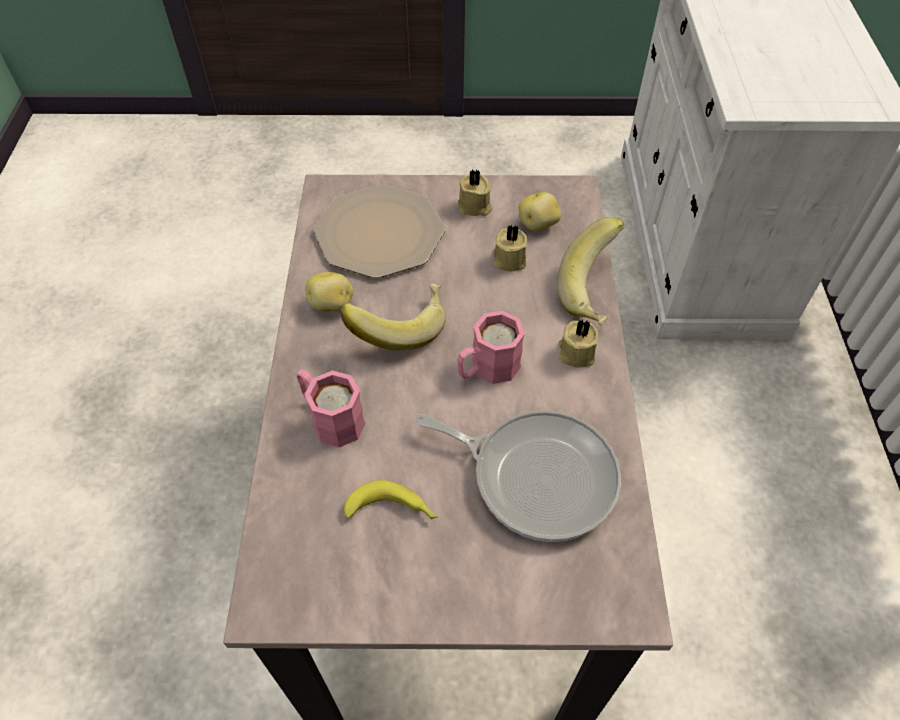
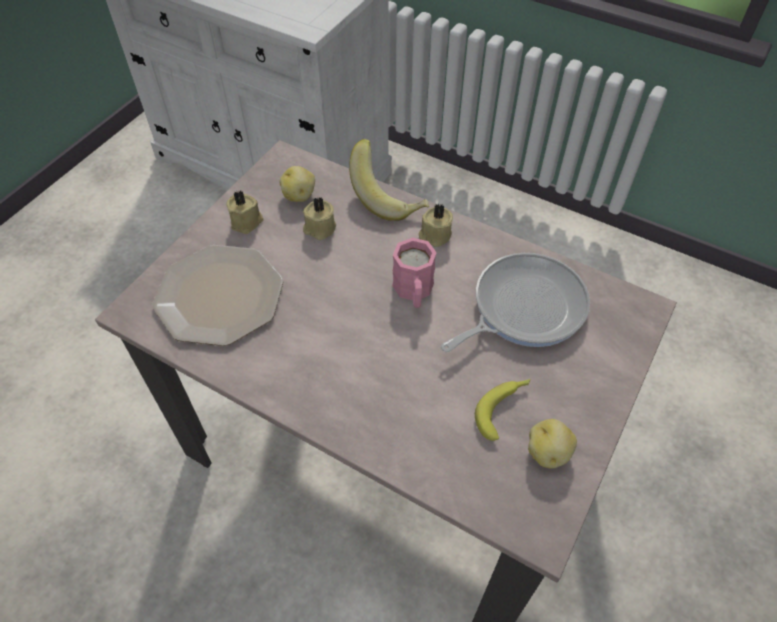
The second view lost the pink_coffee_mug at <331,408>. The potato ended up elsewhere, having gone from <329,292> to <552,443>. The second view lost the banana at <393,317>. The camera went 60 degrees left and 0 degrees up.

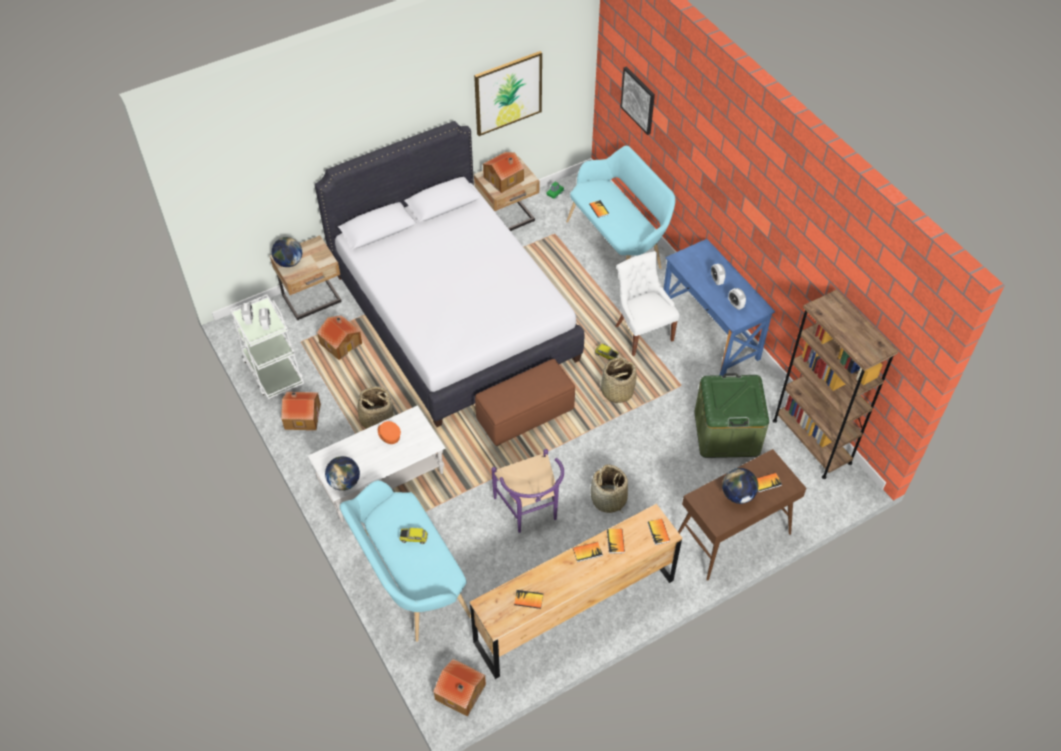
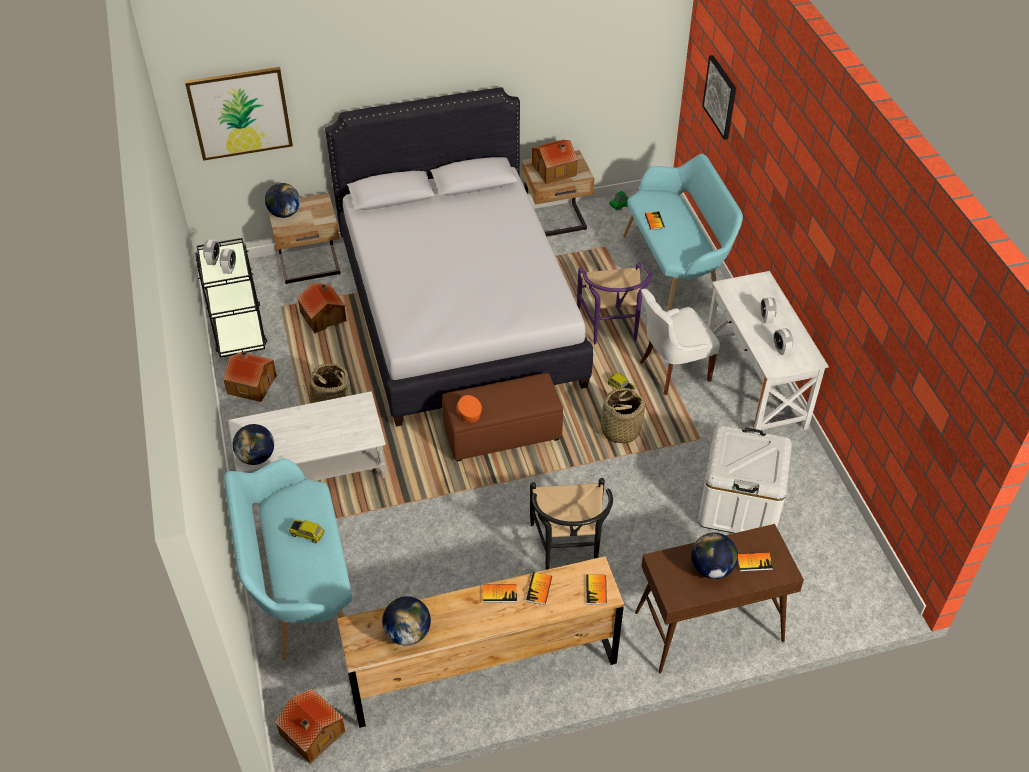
What was the whitish_wheeled_cart at <267,347> turned into the black_wheeled_cart at <231,298>. The orangey_baseball_cap ended up elsewhere, having gone from <389,432> to <469,409>. The picture ended up elsewhere, having gone from <508,93> to <239,114>. The purplish_plain_chair ended up elsewhere, having gone from <528,491> to <614,303>. Where the book stood at <528,599>, the desk_globe came to stand at <406,621>. Where the storage_basket stood at <609,488>, the black_plain_chair came to stand at <571,524>. The whitish_plain_chair at <647,303> ended up facing another way, 105 degrees counterclockwise from before. What was the bluish_desk_table at <719,307> turned into the whitish_desk_table at <768,352>. What was the green-coloured_storage_bin at <731,415> turned into the whitish_storage_bin at <745,479>. The second view lost the brown_shelving_unit at <835,384>. The camera went 15 degrees right and 5 degrees down.

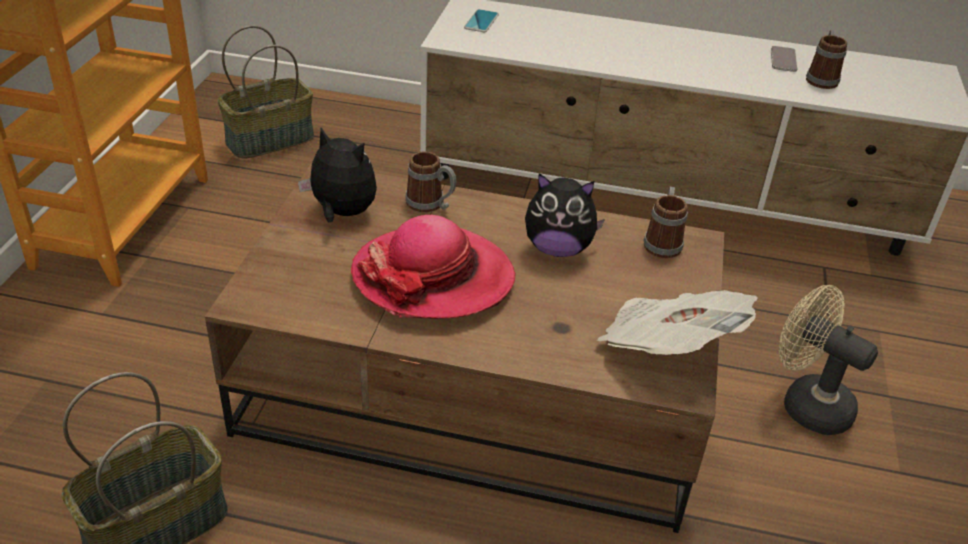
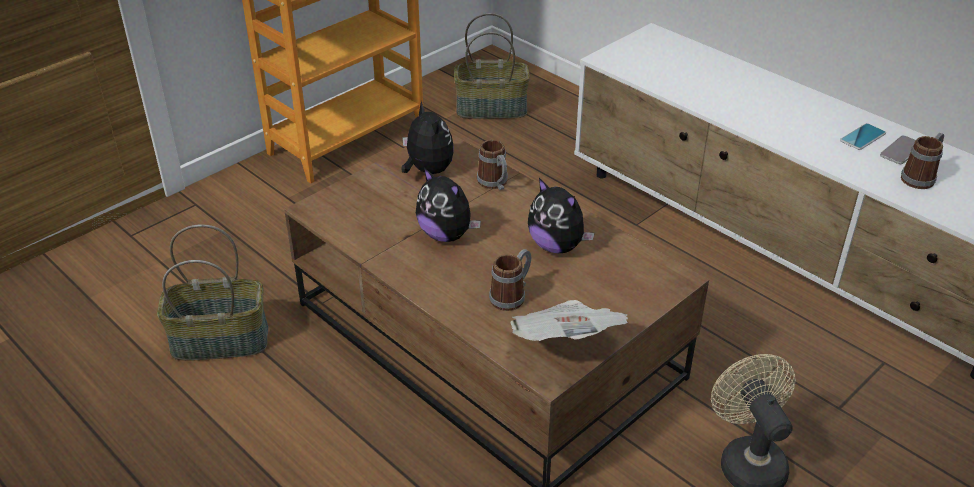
Where the wearable_hat stood at <433,267>, the soft_toy came to stand at <448,205>. The telephone ended up elsewhere, having gone from <481,20> to <863,136>. The coffee_mug ended up elsewhere, having gone from <665,222> to <510,280>. The camera went 35 degrees right and 0 degrees up.

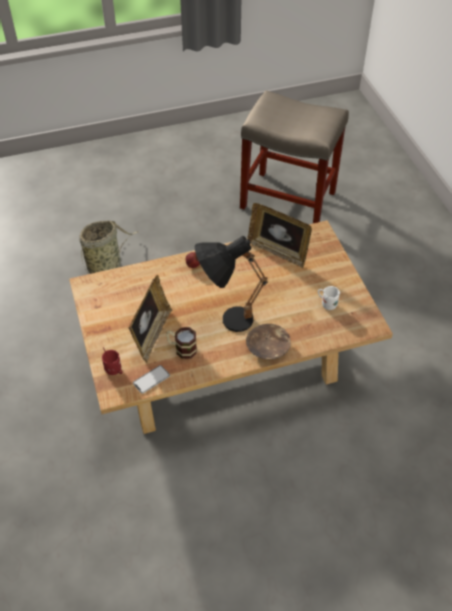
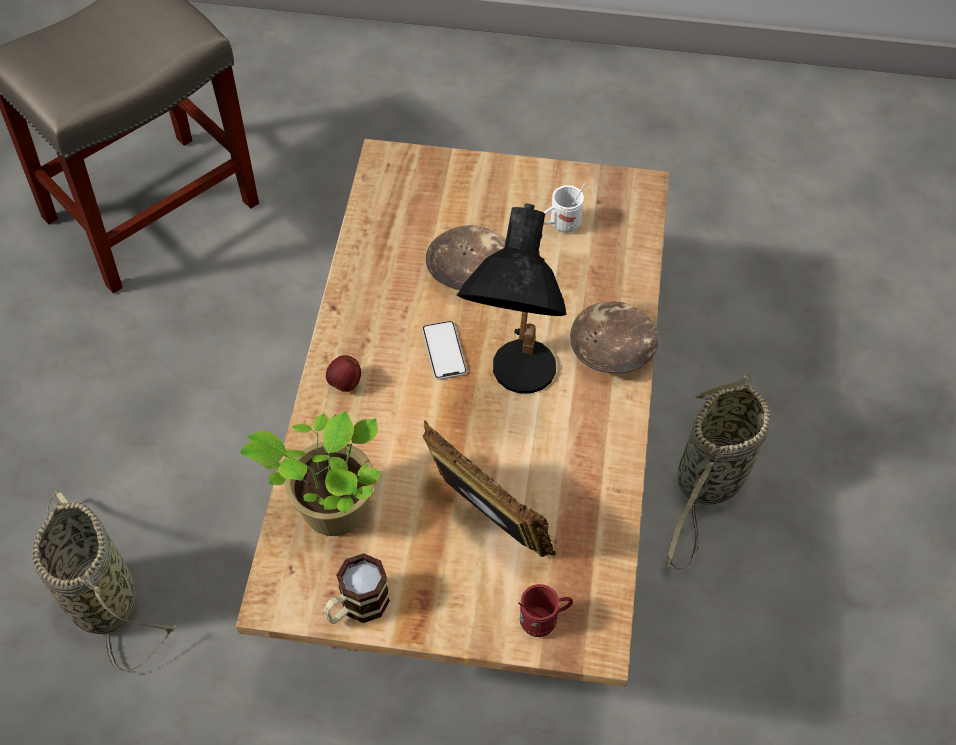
The telephone ended up elsewhere, having gone from <151,379> to <444,350>. The coffee_mug ended up elsewhere, having gone from <181,343> to <357,588>. The second view lost the standing_frame at <279,235>. The second view gained the houseplant at <310,473>. The second view gained the brown_serving_bowl at <465,257>. The second view gained the storage_basket at <718,471>. The camera went 65 degrees left and 5 degrees up.

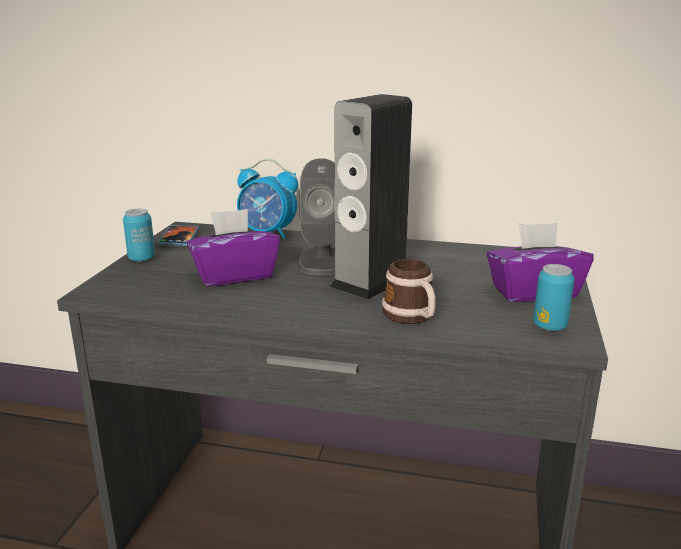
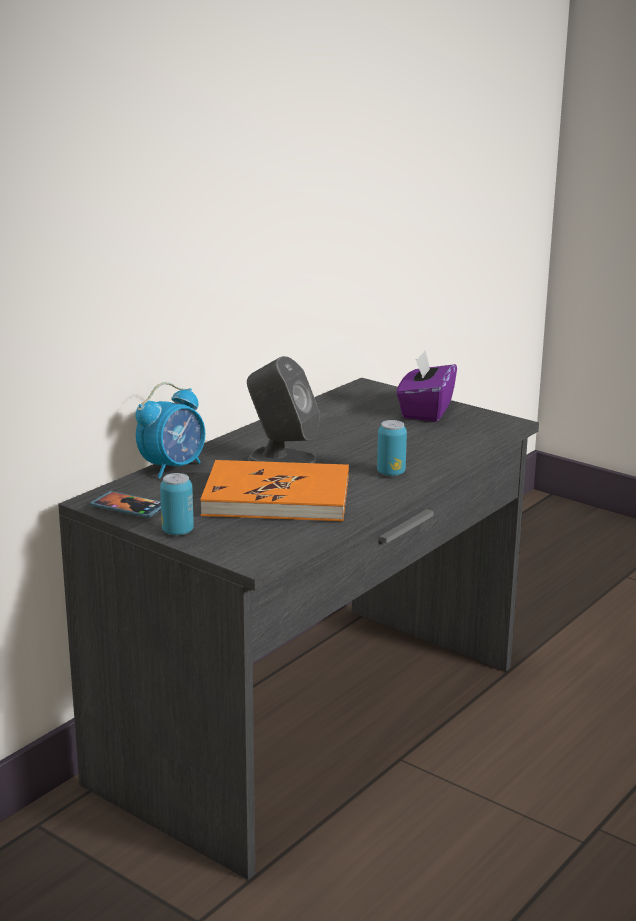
Where the purplish_box_of_tissues stood at <233,247>, the orangey_book came to stand at <274,491>. The second view lost the audio_speaker at <371,197>. The second view lost the coffee_mug at <409,291>. The sealed_can ended up elsewhere, having gone from <553,297> to <392,448>. The camera went 65 degrees left and 0 degrees up.

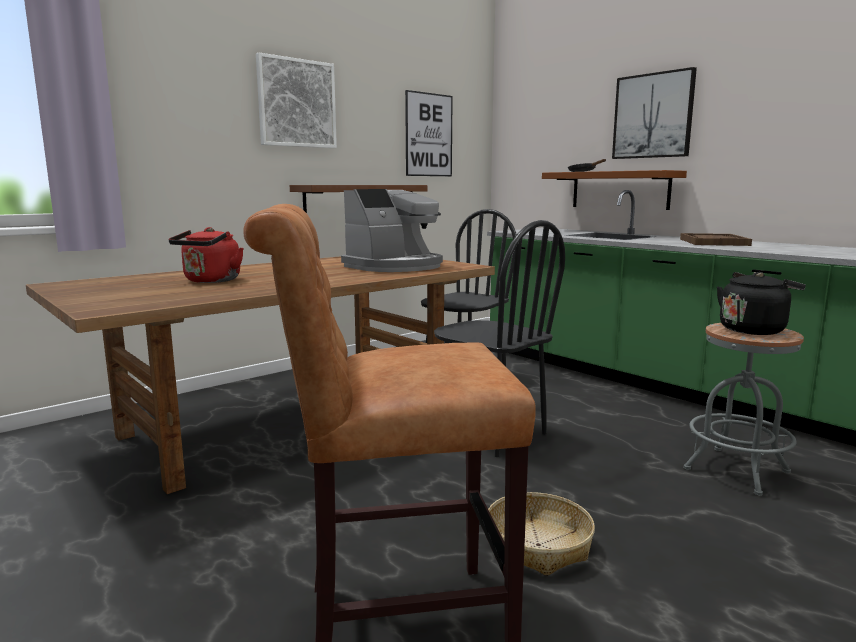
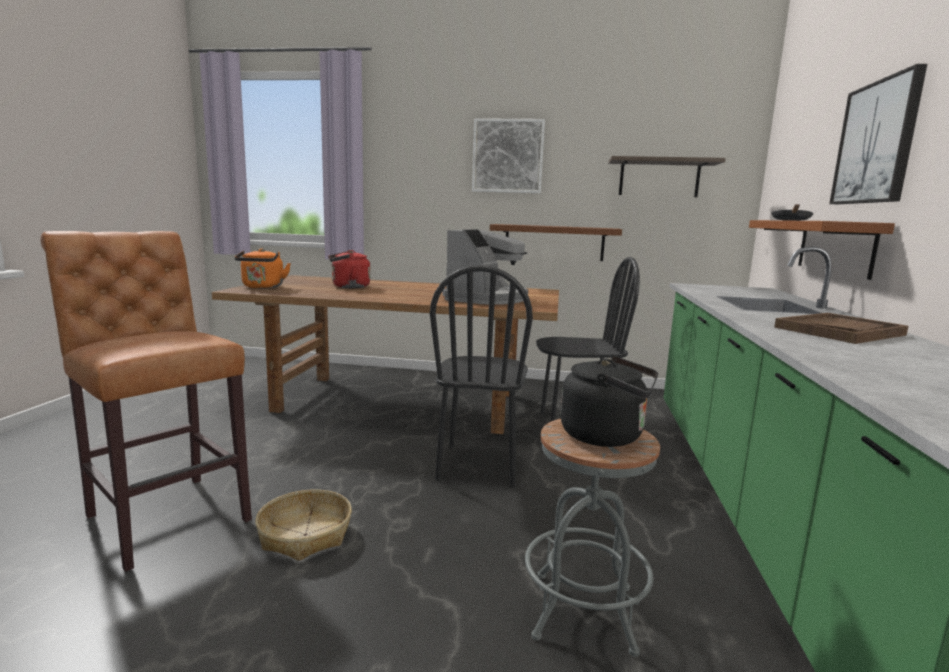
The coffee_machine at <392,230> ended up facing another way, 75 degrees counterclockwise from before. Where the picture hung at <429,133>, the shelf came to hang at <667,176>. The second view gained the orangey_water_kettle at <263,268>. The camera went 50 degrees right and 0 degrees up.

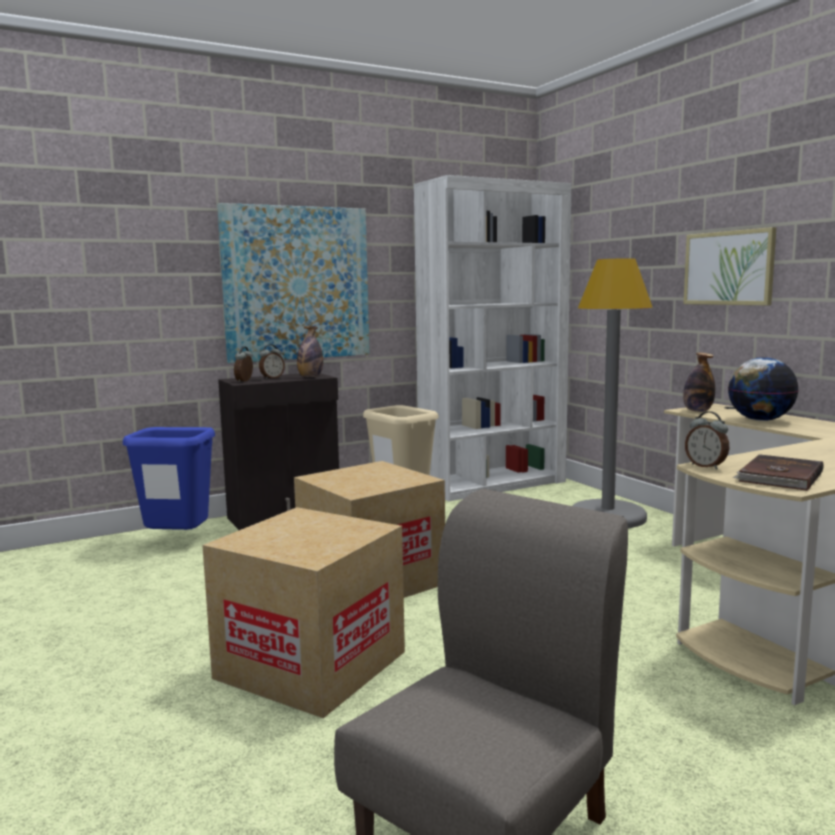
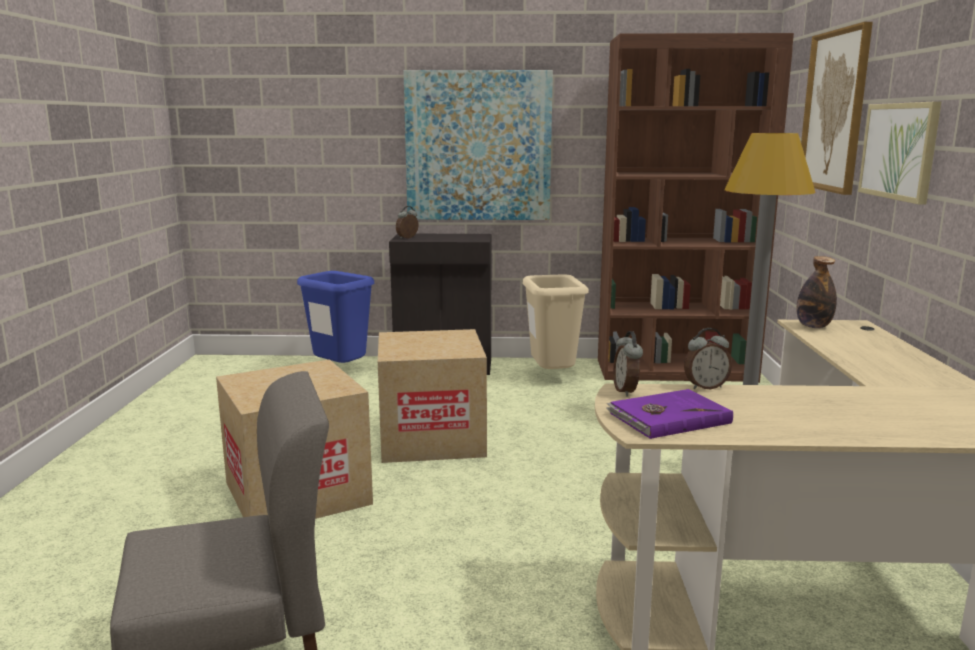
The bedside_clock ended up elsewhere, having gone from <272,361> to <708,359>. The second view lost the beverage_bottle at <310,351>. What was the whitish_shelving_unit at <492,338> turned into the brown_shelving_unit at <696,208>. The second view lost the desk_globe at <763,389>. What was the brown_book at <778,472> turned into the purplish_book at <669,414>. The second view gained the picture at <837,108>. The camera went 30 degrees right and 5 degrees up.

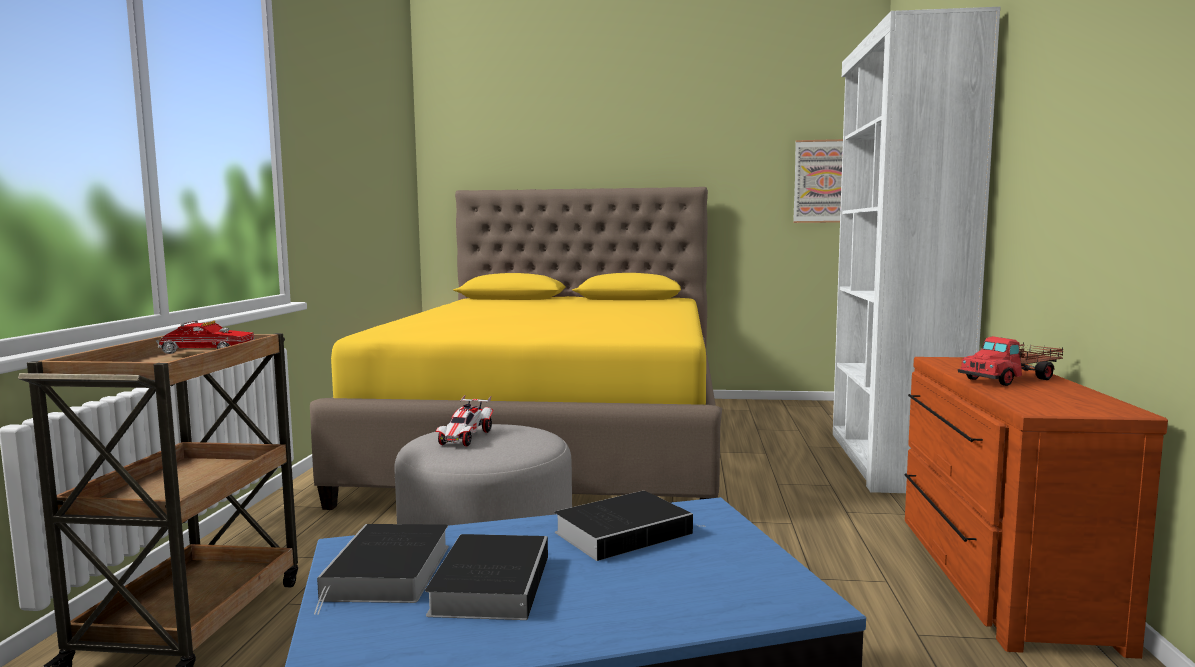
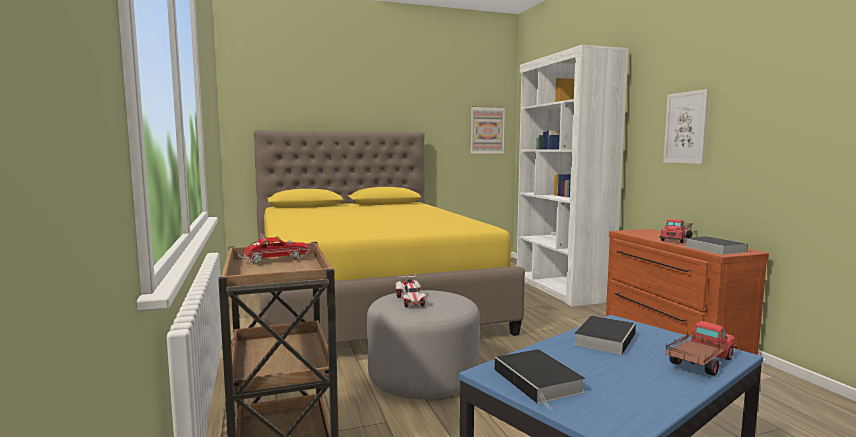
The book ended up elsewhere, having gone from <486,577> to <716,245>. The second view gained the picture at <686,126>. The second view gained the toy_truck at <701,348>. The camera went 25 degrees left and 0 degrees up.

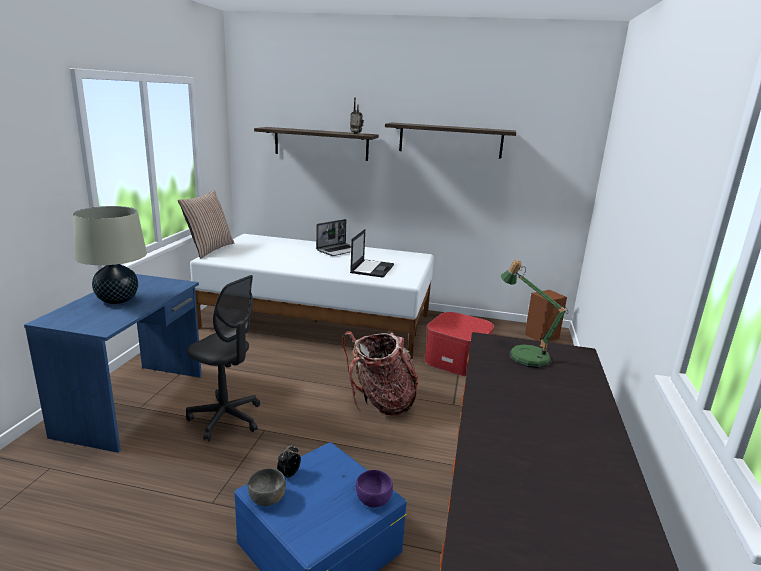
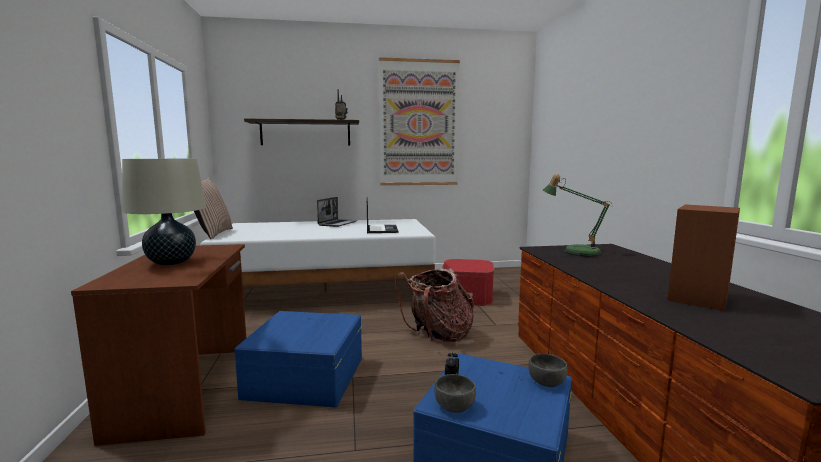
What was the bluish_desk_table at <113,363> turned into the brown_desk_table at <158,345>. Where the greyish_office_chair stood at <223,358>, the bluish_storage_bin came to stand at <298,359>. What was the purplish_serving_bowl at <374,488> turned into the greyish_serving_bowl at <548,370>. Where the shelf hung at <450,140>, the picture came to hang at <419,121>. The brown_audio_speaker ended up elsewhere, having gone from <546,316> to <703,257>. The camera went 20 degrees left and 10 degrees down.

